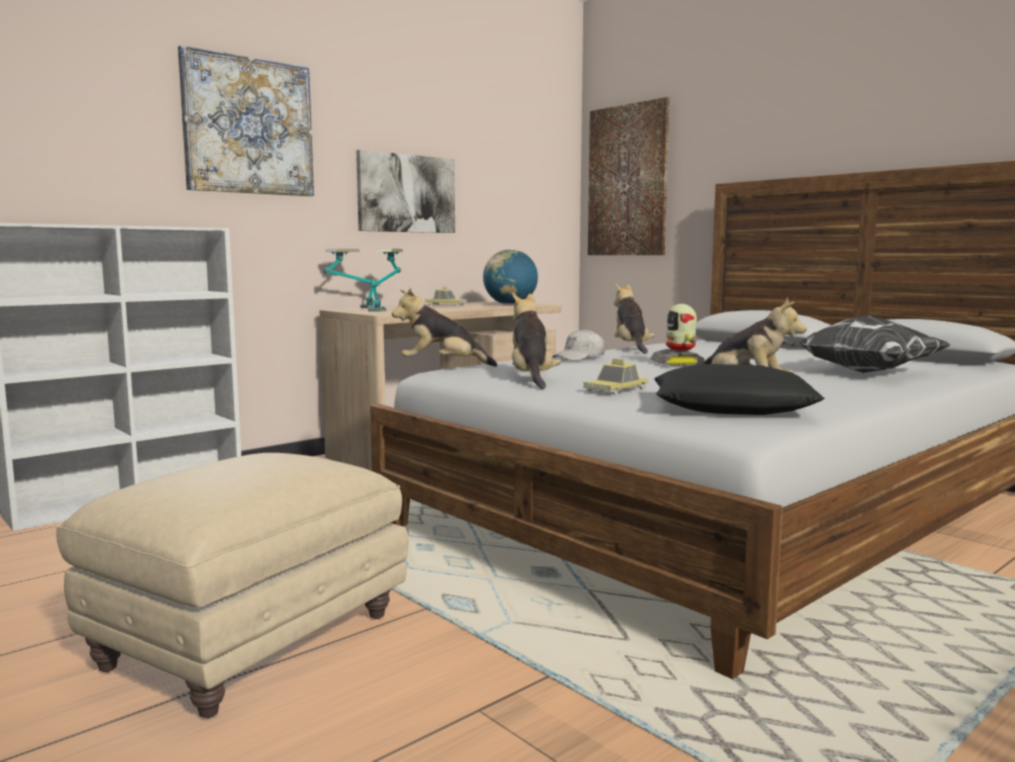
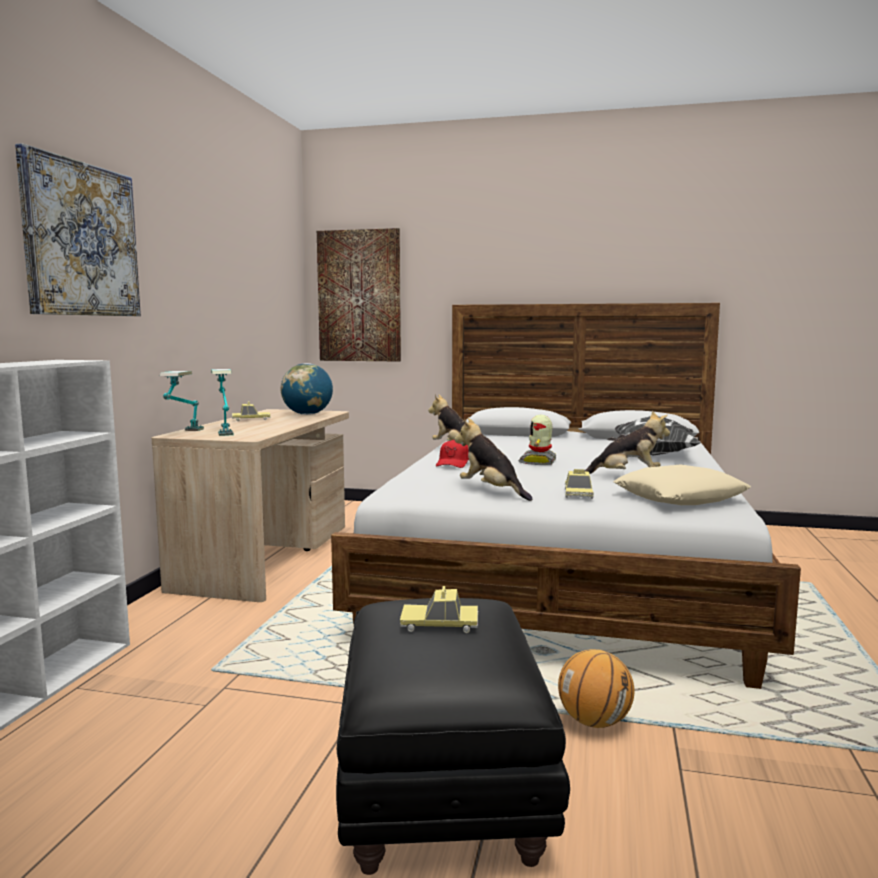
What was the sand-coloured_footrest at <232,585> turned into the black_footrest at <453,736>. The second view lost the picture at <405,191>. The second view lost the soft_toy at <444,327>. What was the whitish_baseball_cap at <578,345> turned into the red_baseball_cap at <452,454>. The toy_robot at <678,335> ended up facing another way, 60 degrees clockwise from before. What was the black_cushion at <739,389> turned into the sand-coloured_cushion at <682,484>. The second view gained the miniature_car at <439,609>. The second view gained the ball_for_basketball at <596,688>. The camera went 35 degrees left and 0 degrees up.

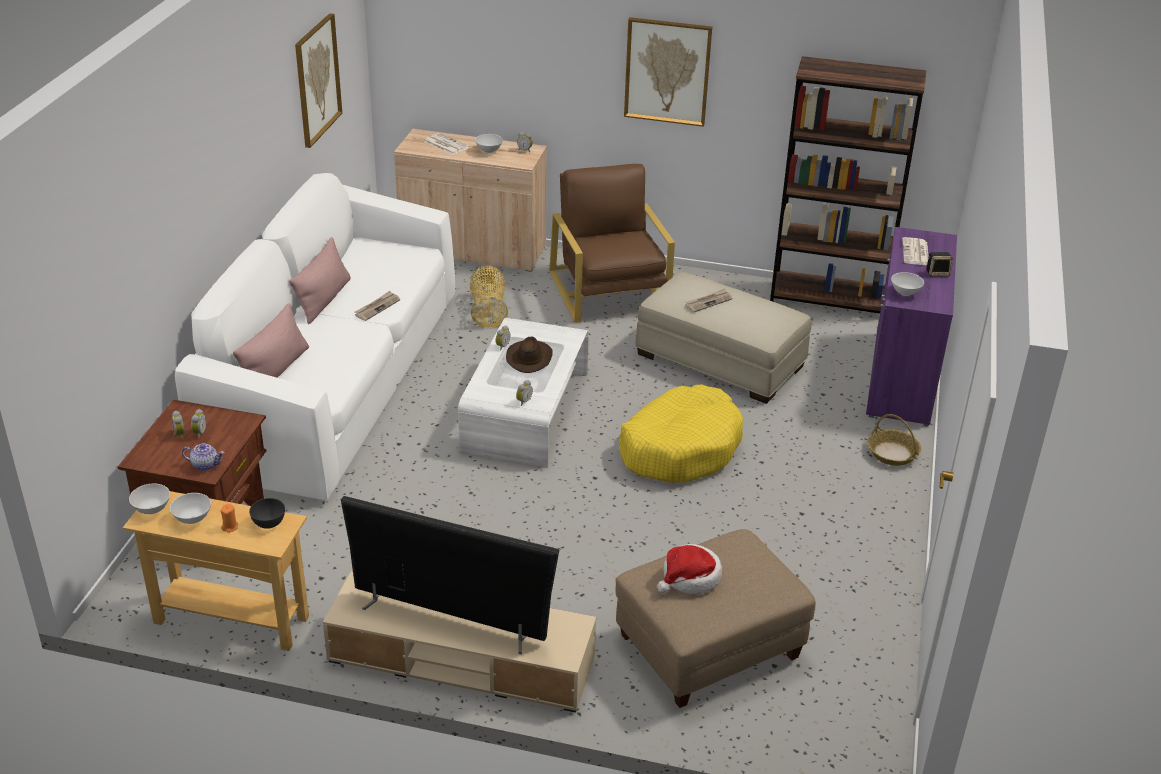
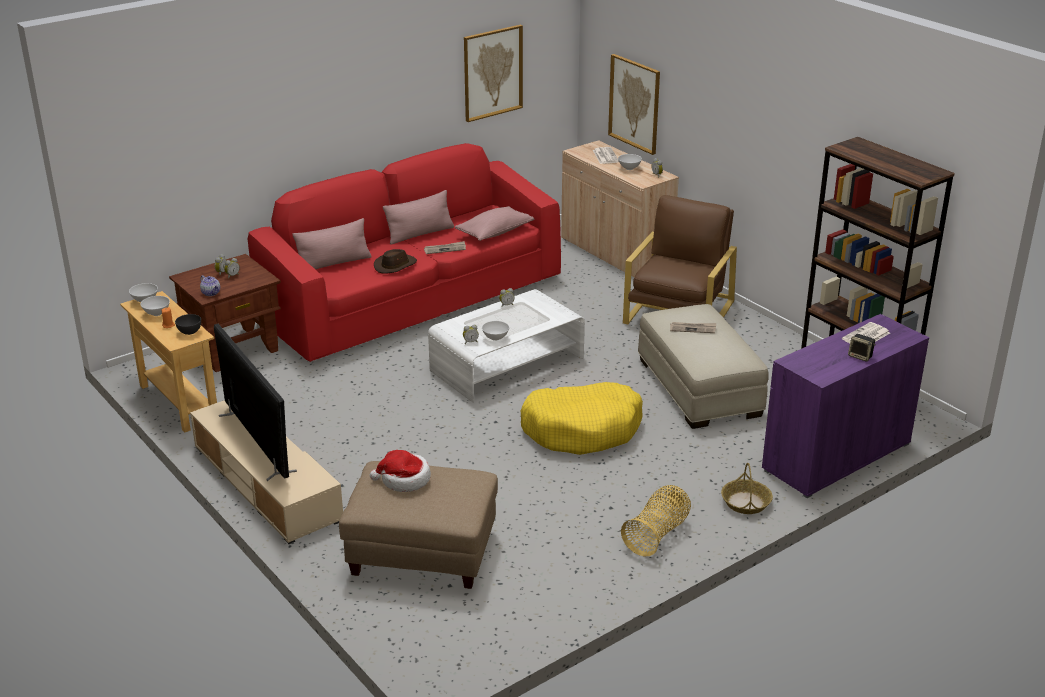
What was the whitish_sofa at <315,336> turned into the red_sofa at <404,252>. The storage_basket ended up elsewhere, having gone from <489,296> to <656,520>. The brown_wearable_hat ended up elsewhere, having gone from <529,355> to <395,261>. The picture ended up elsewhere, having gone from <668,72> to <634,104>. The whitish_serving_bowl ended up elsewhere, having gone from <907,284> to <495,331>. The second view gained the pink_cushion at <494,223>. The camera went 40 degrees right and 5 degrees down.

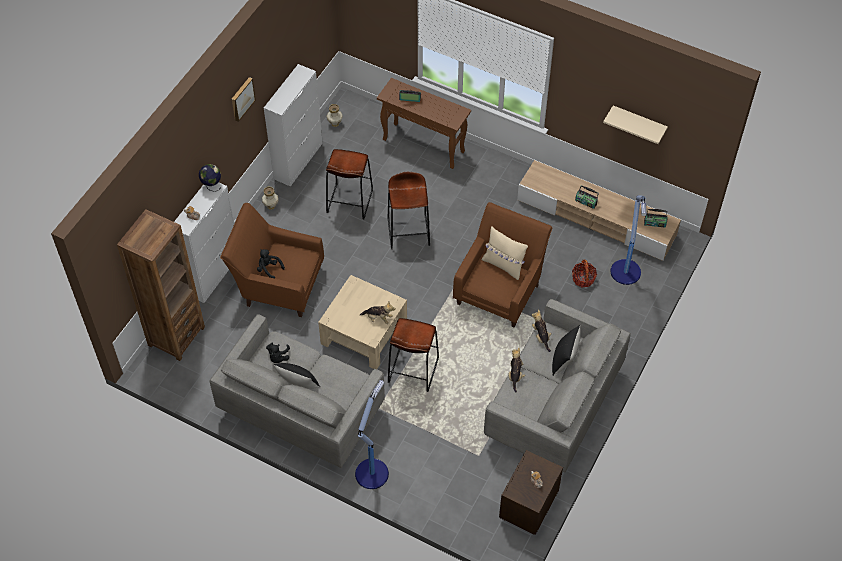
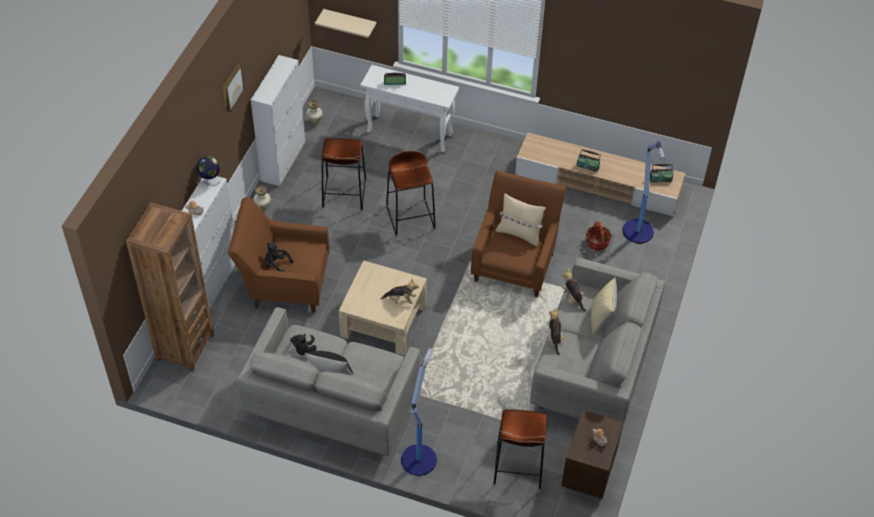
What was the brown_narrow_table at <424,123> turned into the whitish_narrow_table at <409,108>. The brown_sitting_stool ended up elsewhere, having gone from <413,355> to <520,449>. What was the black_cushion at <566,350> turned into the sand-coloured_cushion at <604,306>. The sand-coloured_shelf ended up elsewhere, having gone from <635,124> to <346,23>. The camera went 10 degrees left and 5 degrees down.

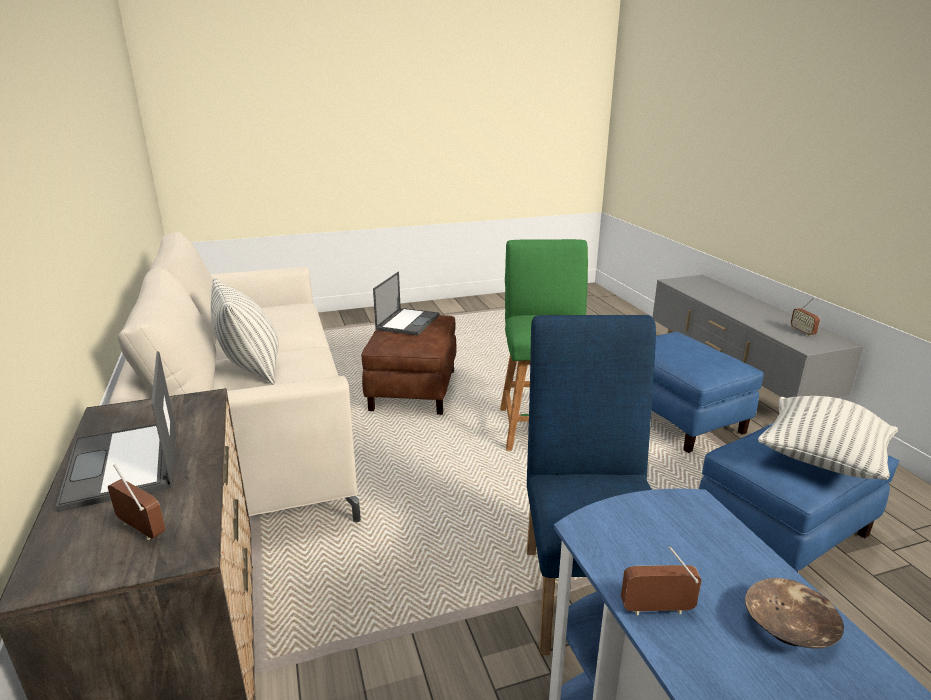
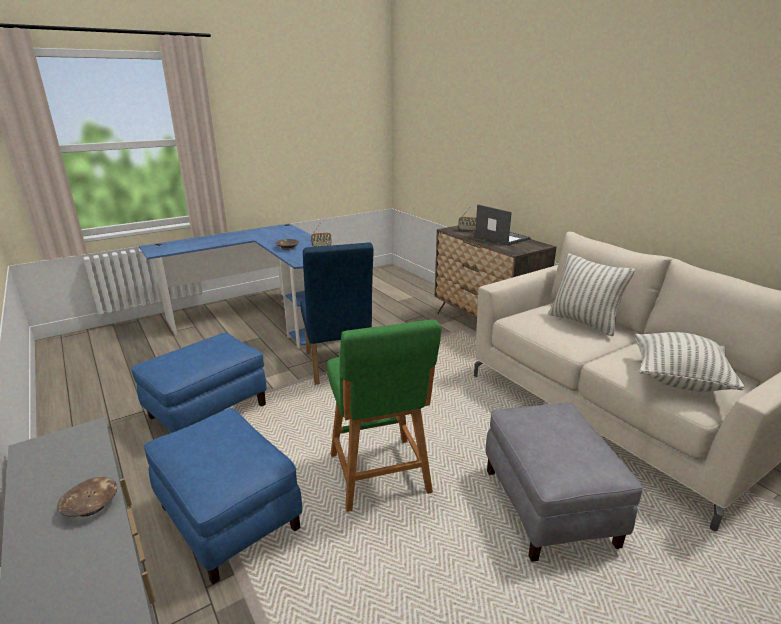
What was the brown_footrest at <408,365> turned into the greyish_footrest at <564,482>. The second view lost the portable_computer at <406,304>. The cushion ended up elsewhere, having gone from <828,438> to <690,362>. The second view lost the radio at <805,317>. The second view gained the brown_serving_bowl at <87,497>. The camera went 165 degrees right and 0 degrees up.

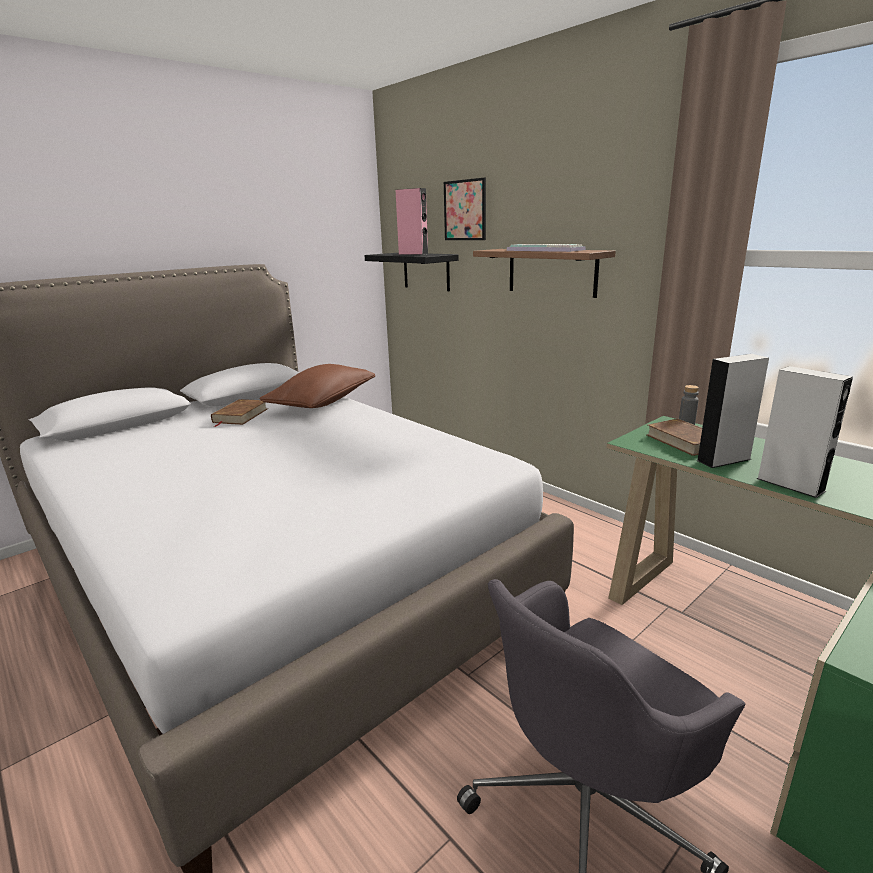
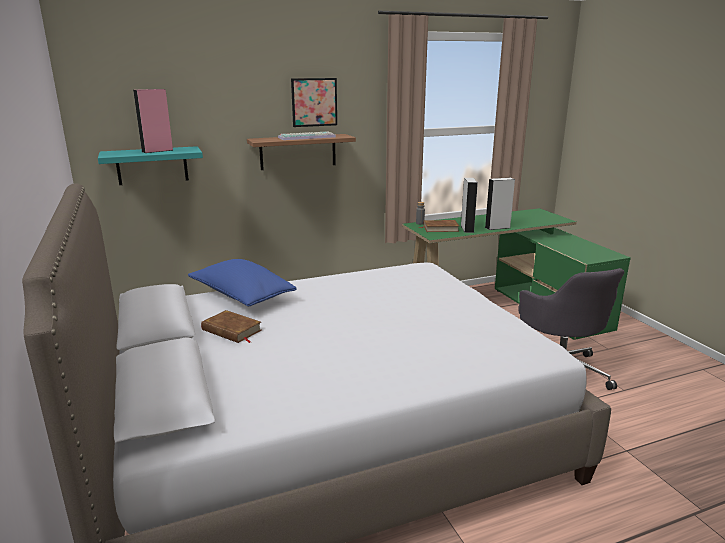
What was the brown_cushion at <317,386> turned into the bluish_cushion at <242,282>. What was the black_shelf at <411,272> turned into the turquoise_shelf at <150,165>. The picture ended up elsewhere, having gone from <465,209> to <314,102>. The camera went 70 degrees left and 0 degrees up.

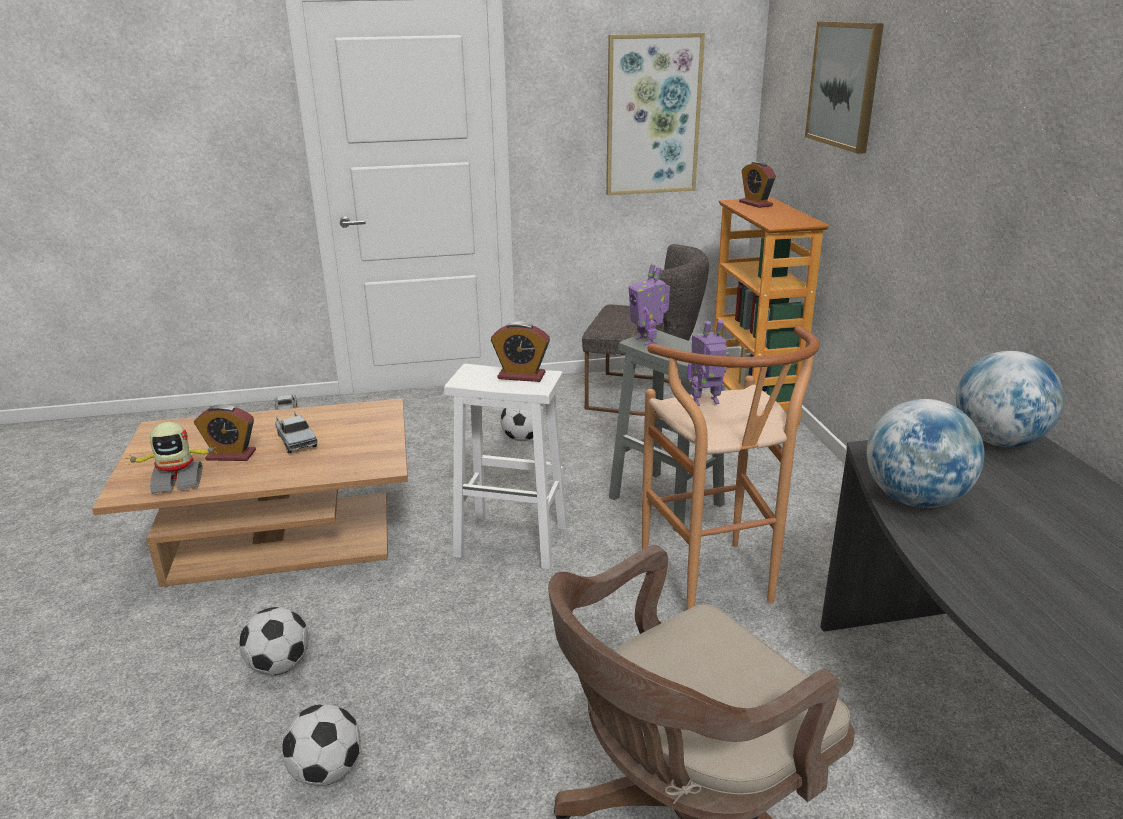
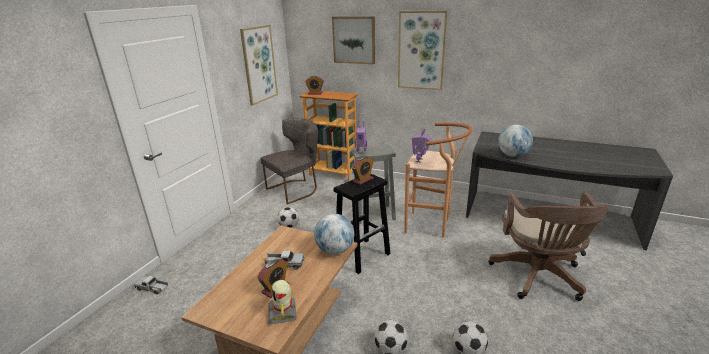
The toy_robot at <172,458> ended up facing another way, 150 degrees clockwise from before. What was the whitish_sitting_stool at <506,467> turned into the black_sitting_stool at <361,224>. The desk_globe ended up elsewhere, having gone from <1010,399> to <334,234>. The second view gained the picture at <423,50>. The camera went 55 degrees left and 0 degrees up.

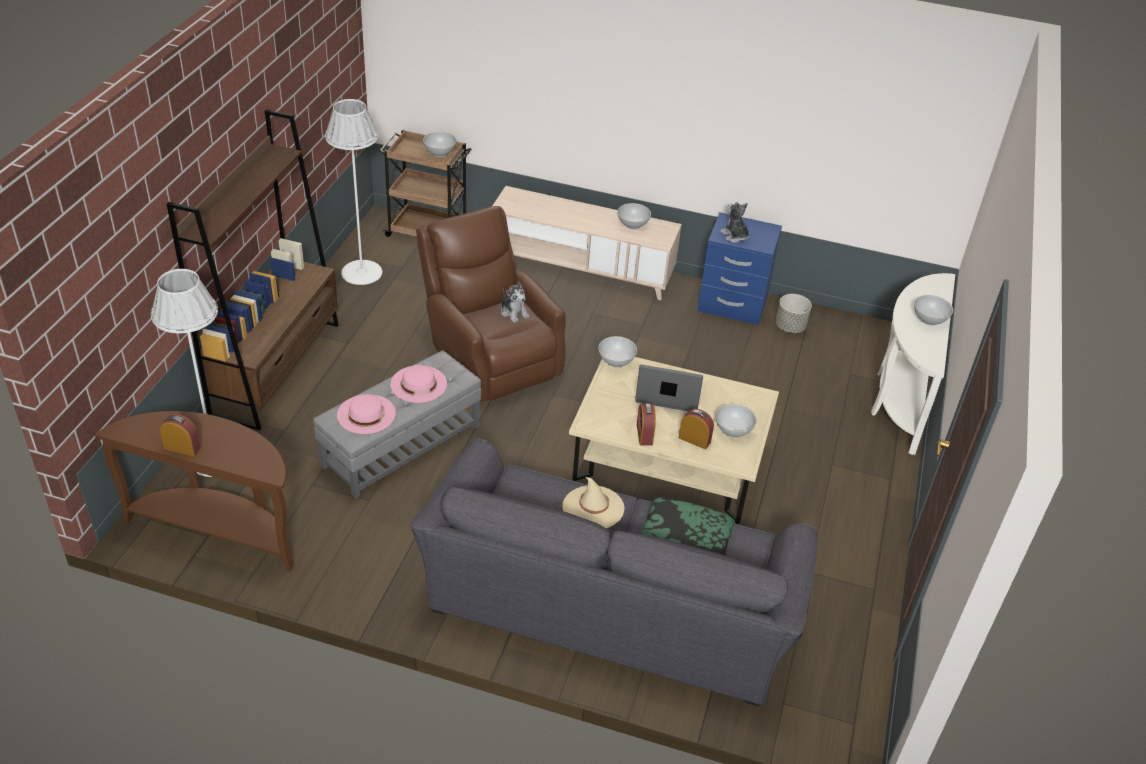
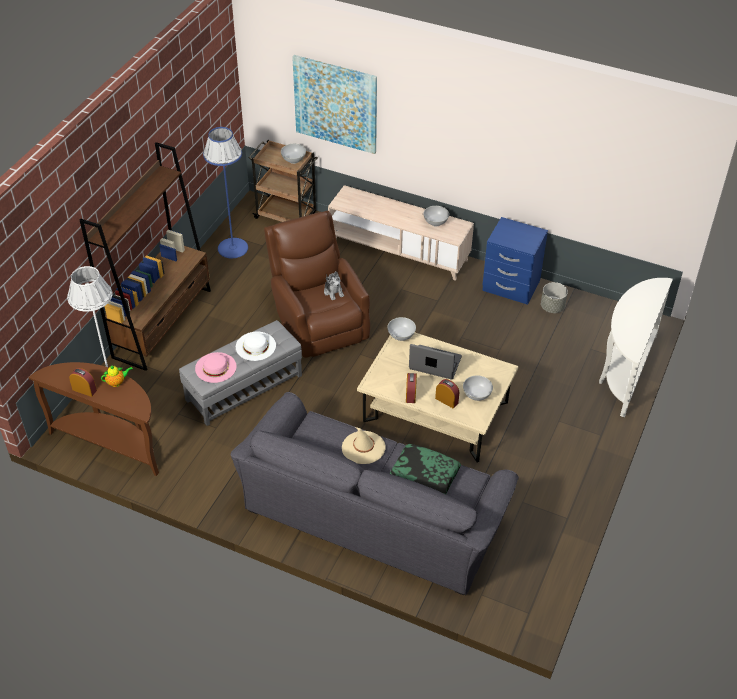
What was the whitish_standing_lamp at <353,192> turned into the bluish_standing_lamp at <225,192>. What was the pink_wearable_hat at <418,384> turned into the whitish_wearable_hat at <256,346>. The second view lost the soft_toy at <735,222>. The second view lost the whitish_serving_bowl at <933,310>. The second view gained the teapot at <117,376>. The second view gained the picture at <334,104>. The camera went 10 degrees right and 5 degrees up.

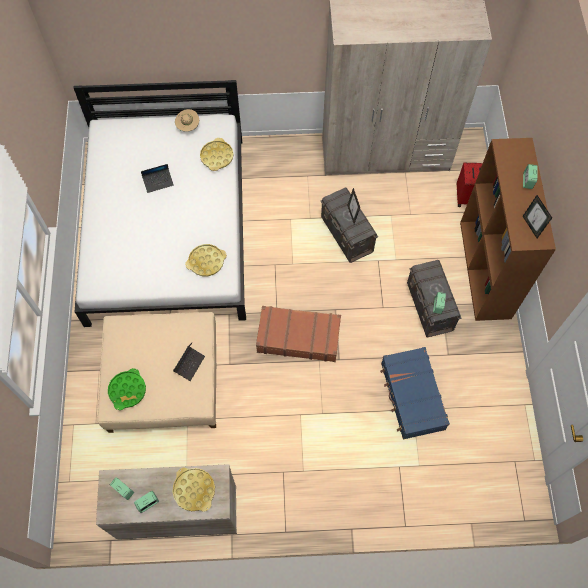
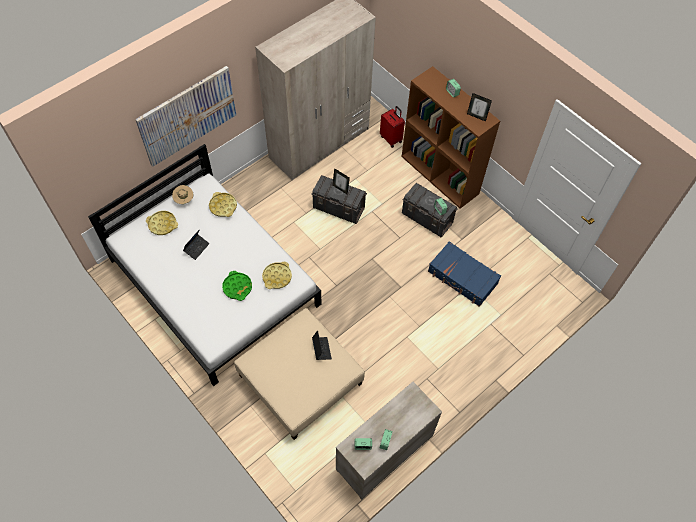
The green-coloured_tray ended up elsewhere, having gone from <127,389> to <237,286>. The yellow-coloured_tray ended up elsewhere, having gone from <194,489> to <162,223>. The second view lost the brown_suitcase at <298,334>. The second view gained the picture at <185,116>. The camera went 40 degrees left and 5 degrees down.

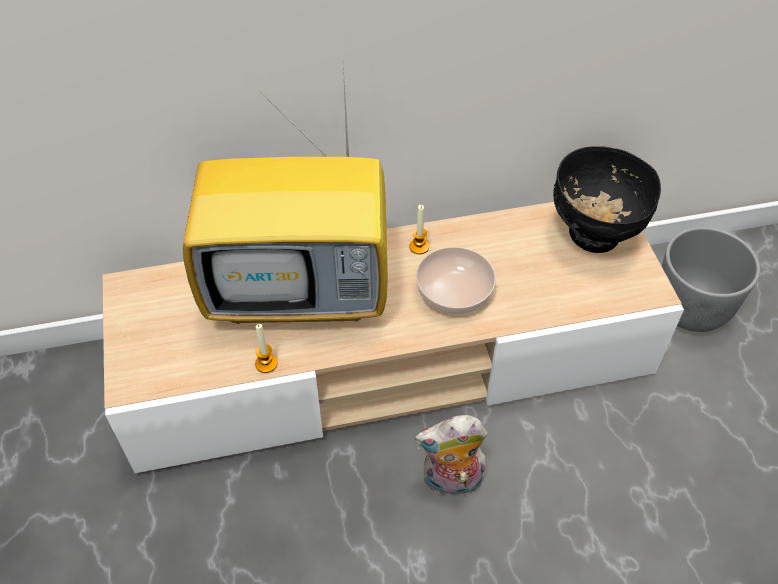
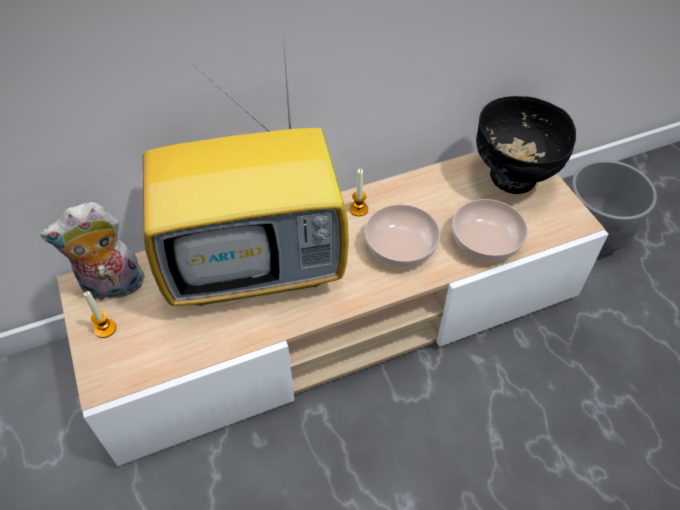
The wax_light ended up elsewhere, having gone from <266,348> to <100,314>. The soft_toy ended up elsewhere, having gone from <451,455> to <92,251>. The second view gained the serving_bowl at <490,230>. The camera went 10 degrees left and 0 degrees up.

